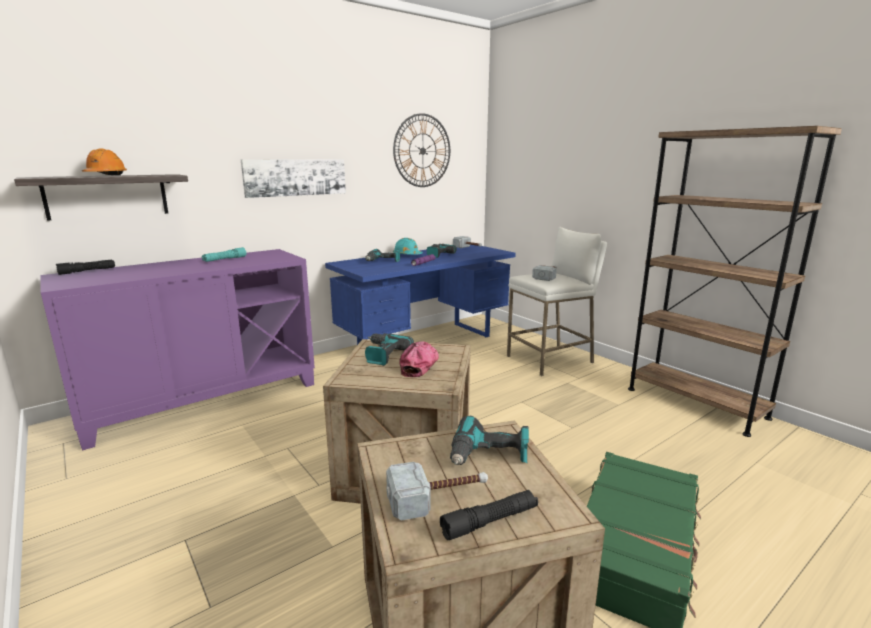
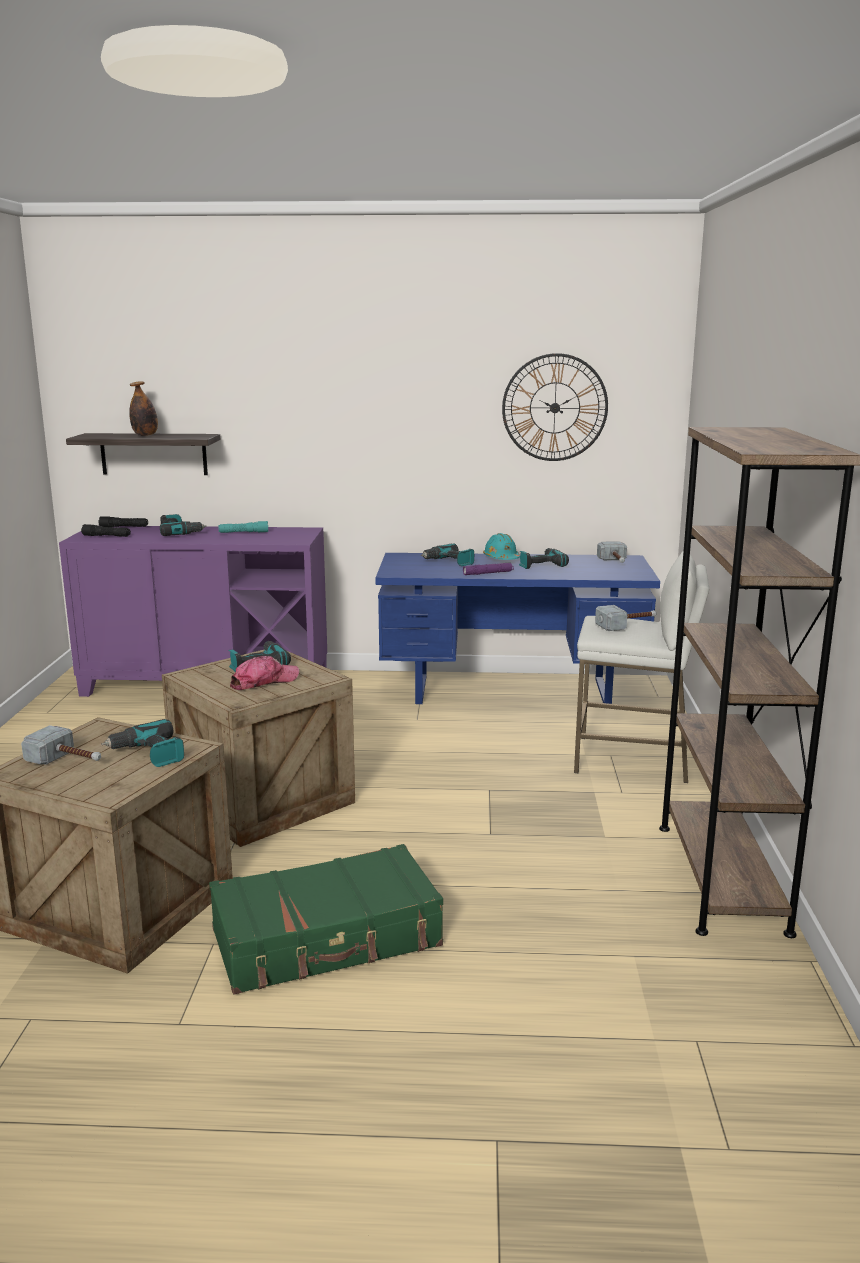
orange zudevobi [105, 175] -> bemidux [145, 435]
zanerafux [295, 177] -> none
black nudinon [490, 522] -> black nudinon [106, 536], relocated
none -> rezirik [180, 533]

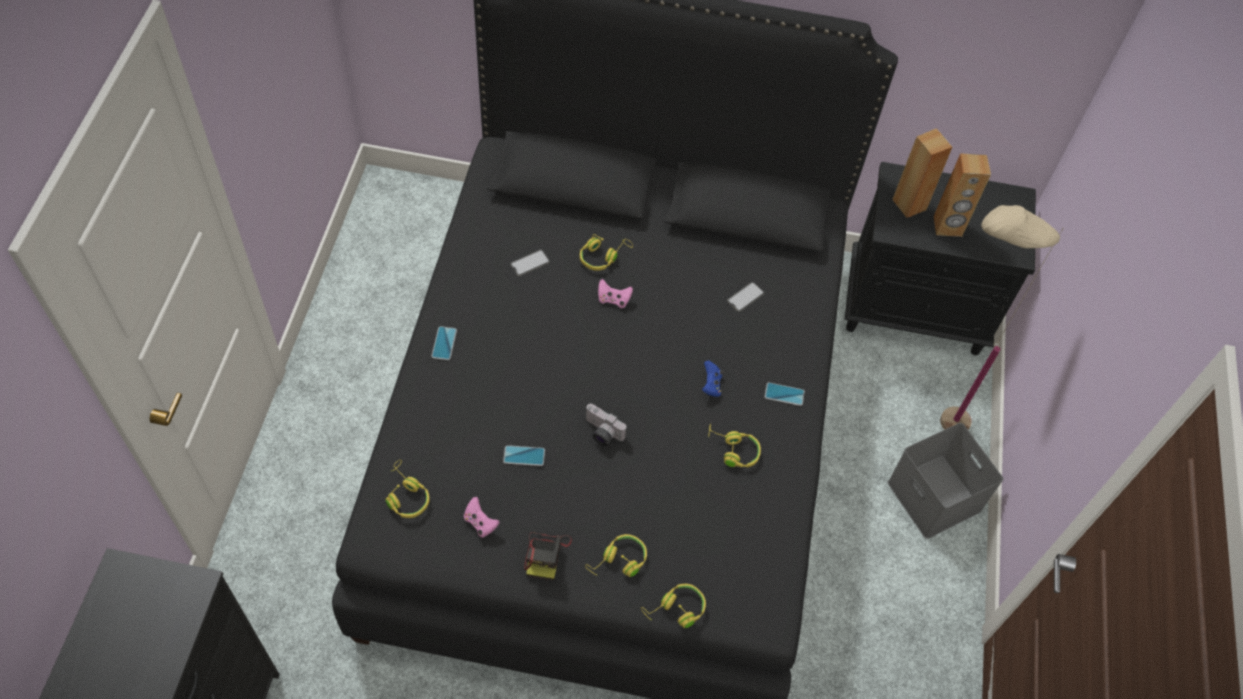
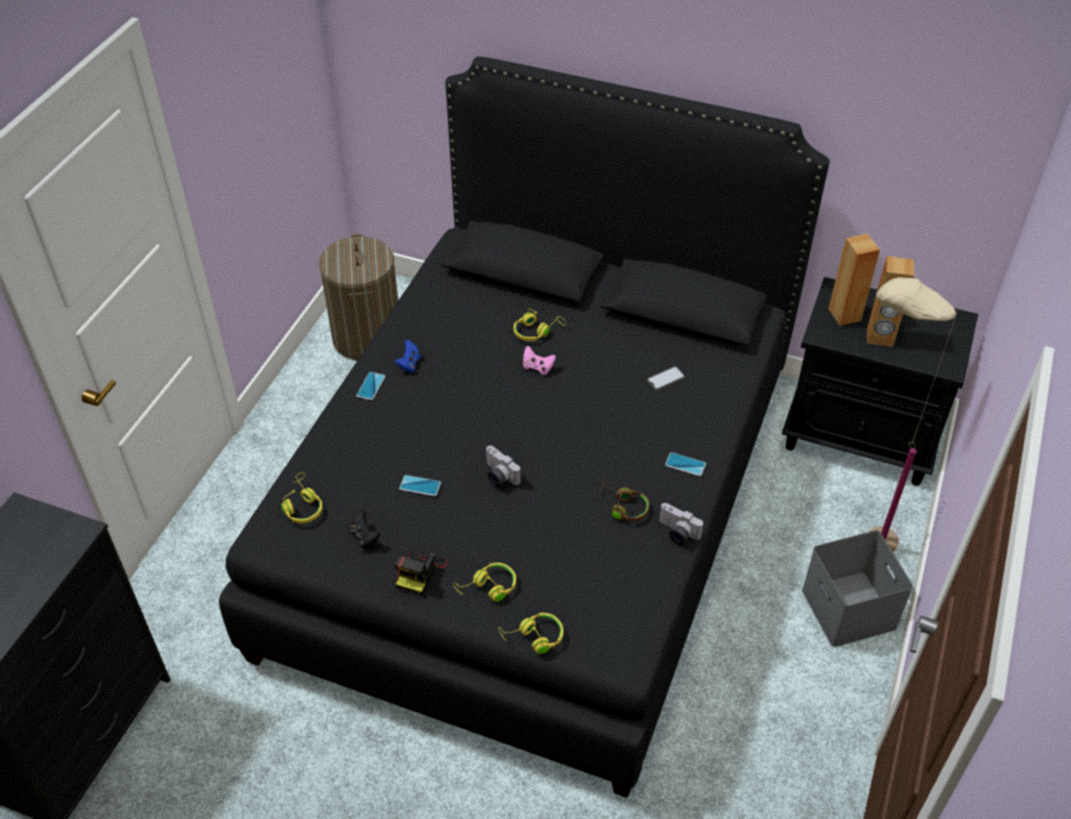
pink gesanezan [480, 523] -> black gesanezan [365, 537]
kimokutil [530, 263] -> none
blue gesanezan [711, 385] -> blue gesanezan [409, 364], relocated
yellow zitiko [733, 450] -> brown zitiko [623, 506]
none -> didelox [367, 337]
none -> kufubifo [676, 533]

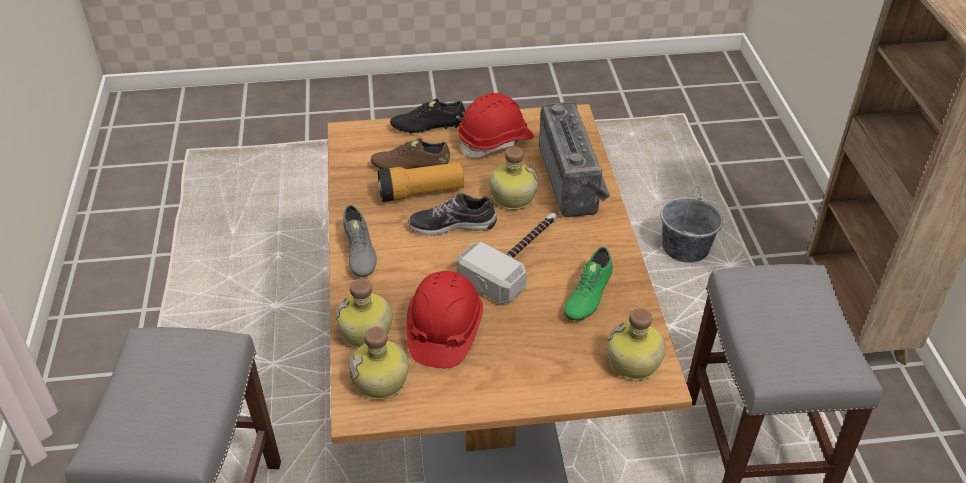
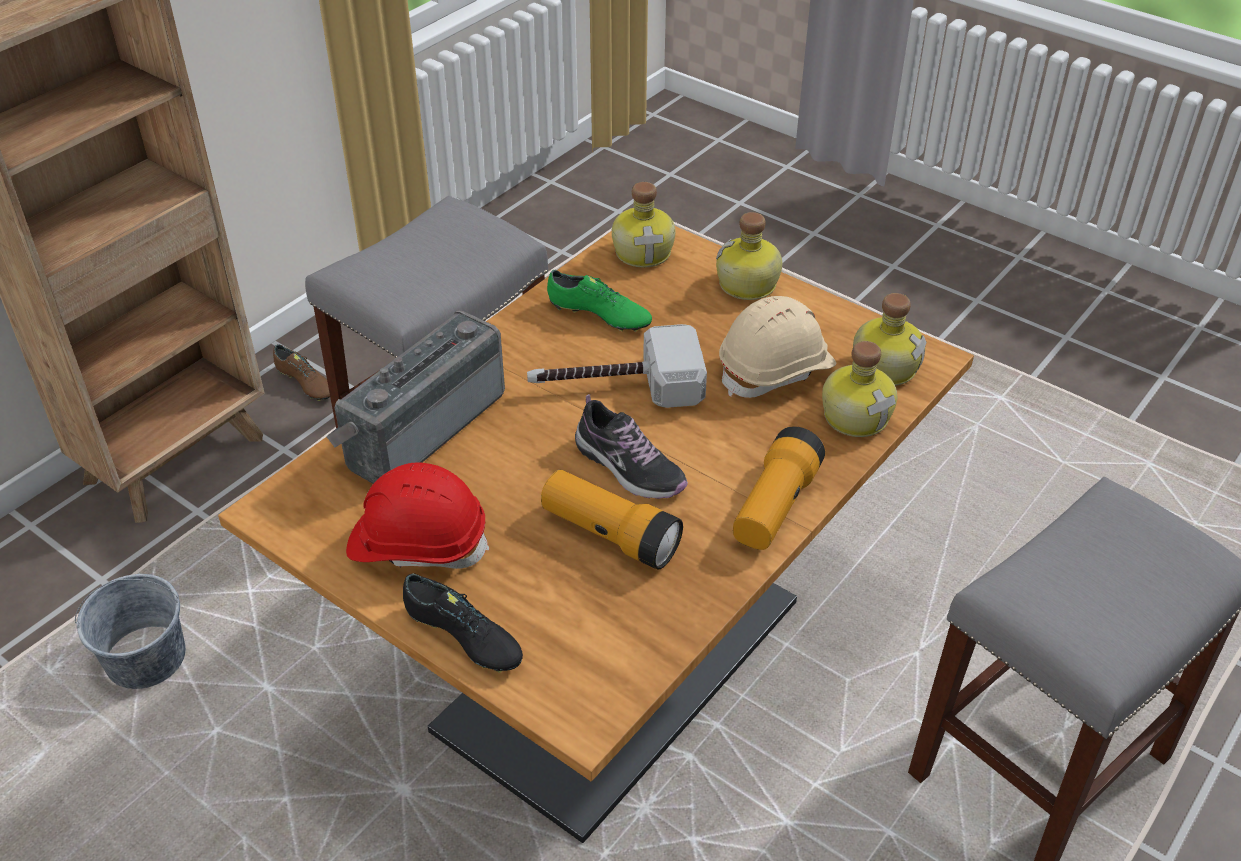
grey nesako [359, 252] -> nudinon [775, 507]
brown nesako [410, 166] -> brown nesako [305, 384], relocated
red zudevobi [444, 331] -> beige zudevobi [776, 370]
bemidux [511, 197] -> bemidux [748, 285], relocated
green nesako [588, 295] -> green nesako [599, 316], 45 degrees clockwise

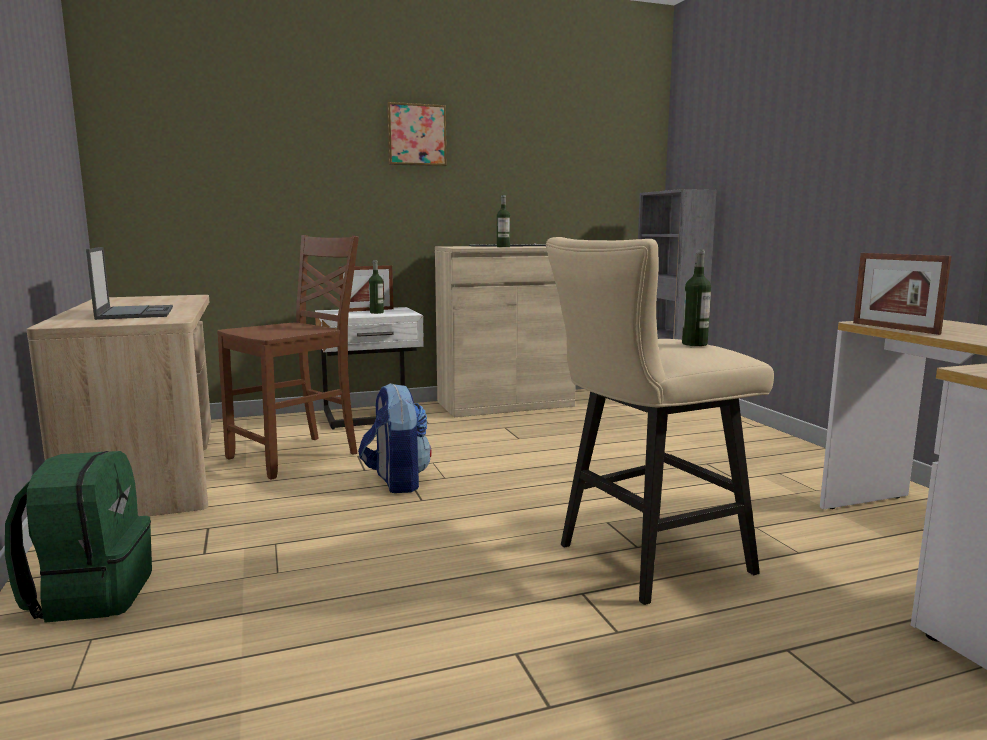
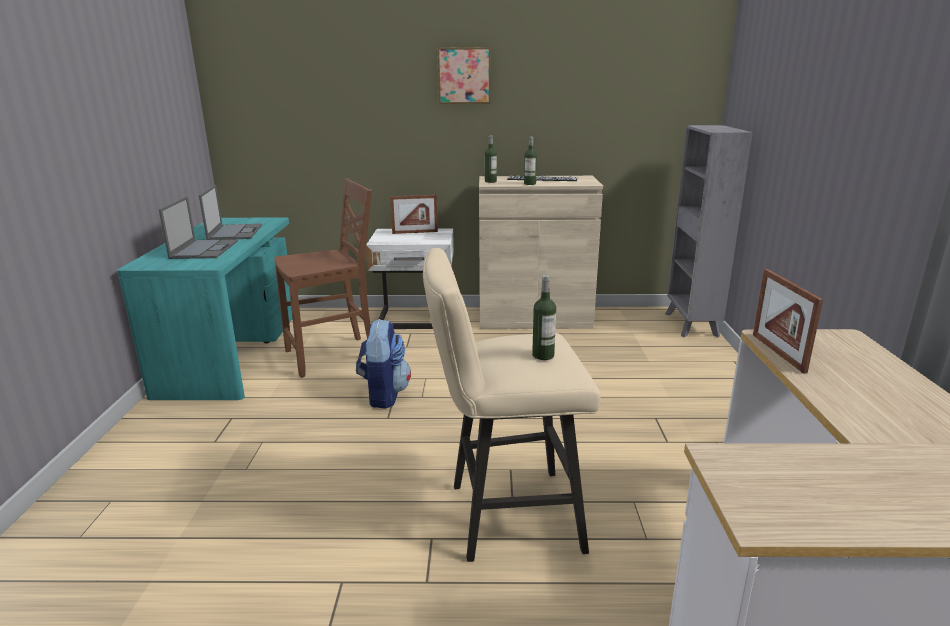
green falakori [91, 595] -> none
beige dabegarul [151, 469] -> turquoise dabegarul [233, 354]
bemidux [376, 312] -> bemidux [490, 181], relocated
none -> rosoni [235, 232]

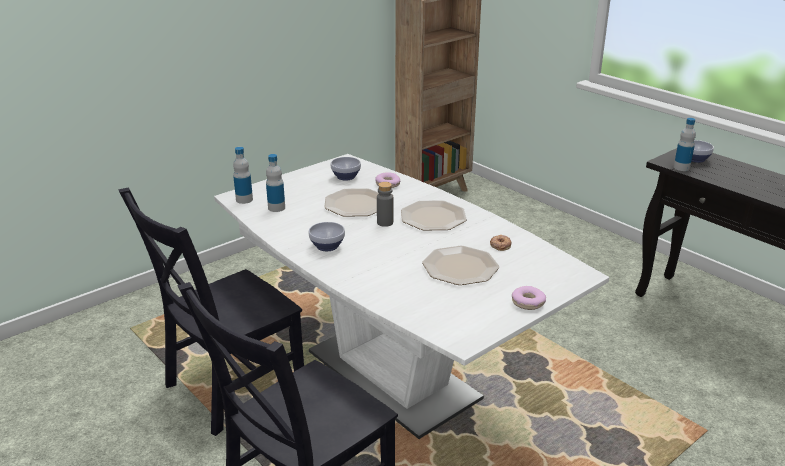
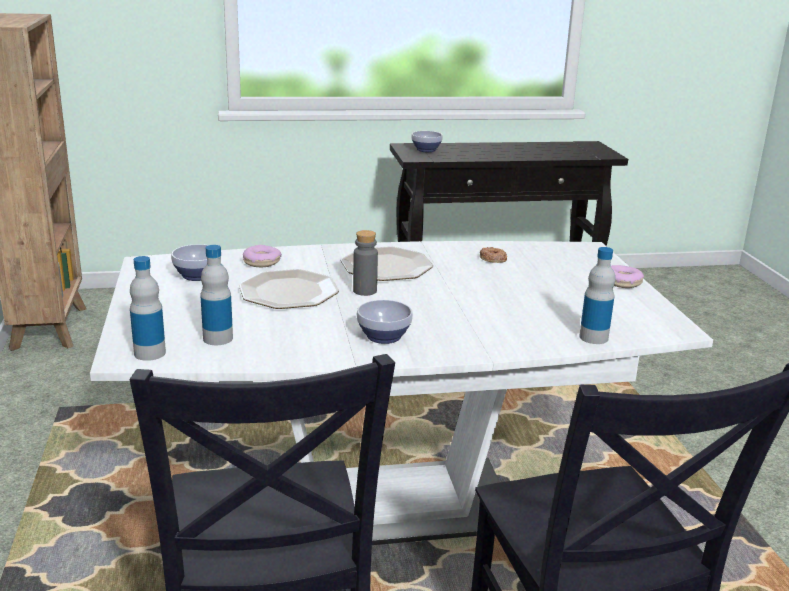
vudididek [461, 267] -> none
bemidux [681, 168] -> bemidux [593, 337], relocated

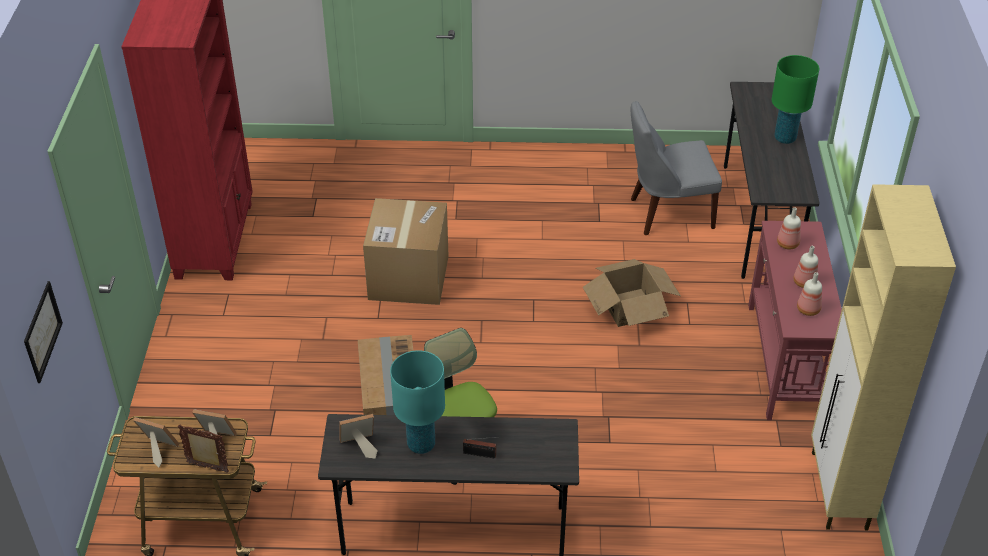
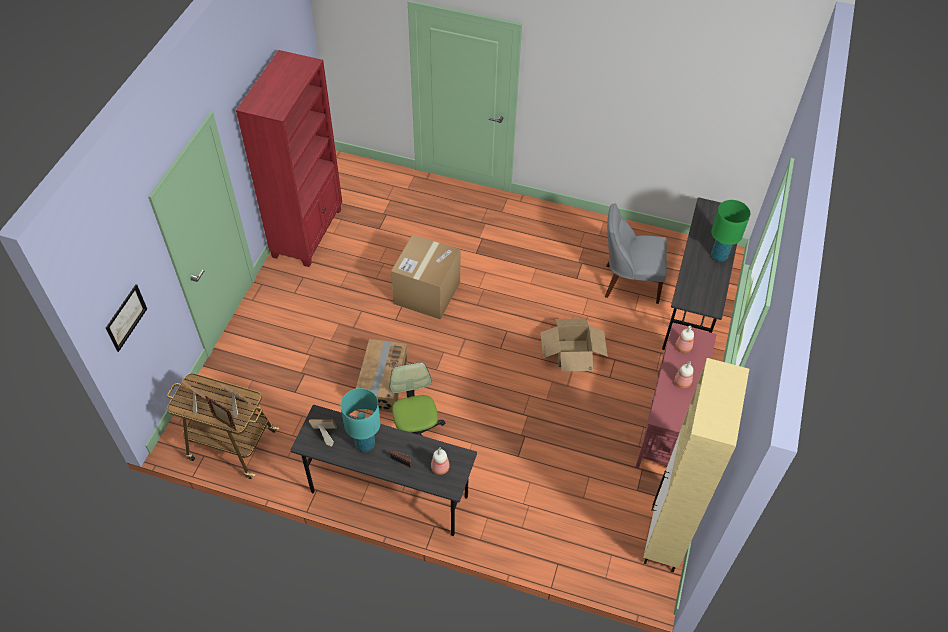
bemidux [809, 310] -> bemidux [440, 468], relocated

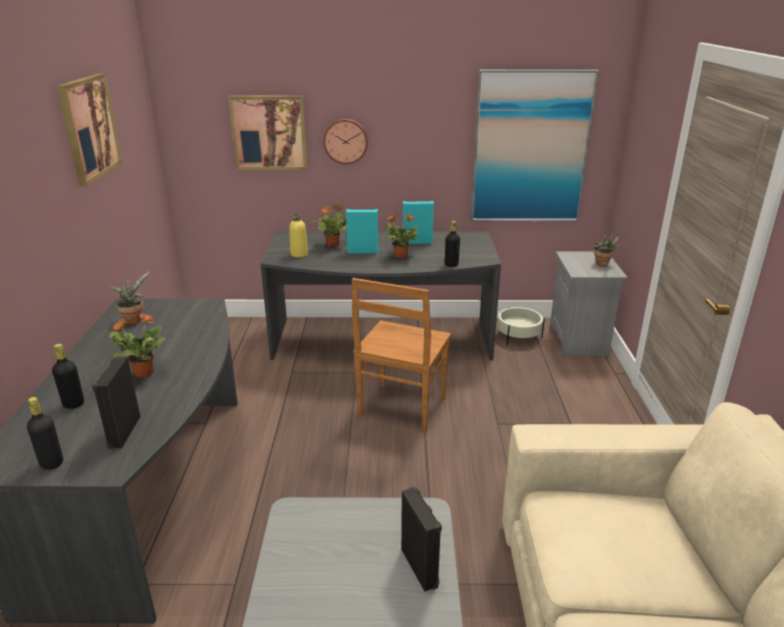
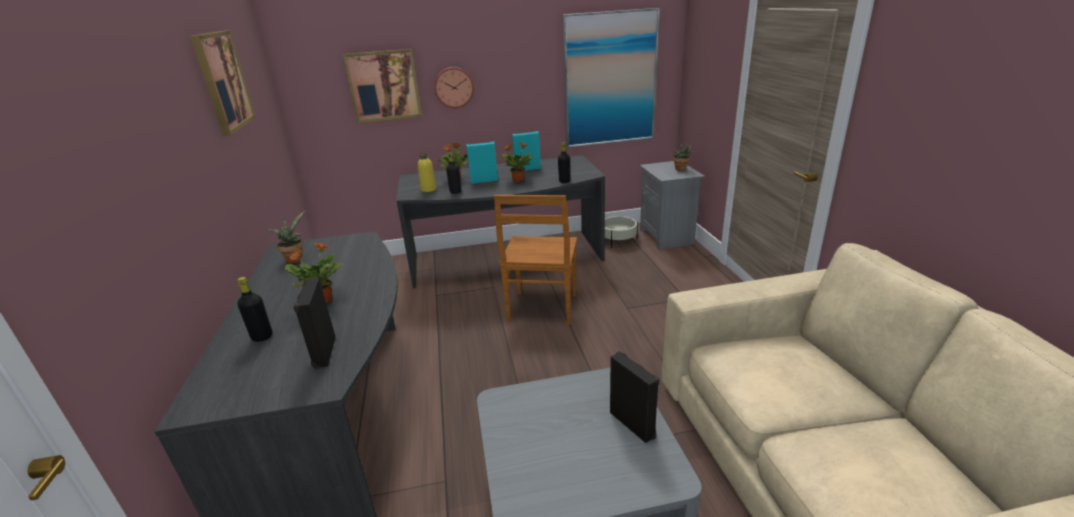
black bemidux [52, 463] -> black bemidux [455, 192], relocated

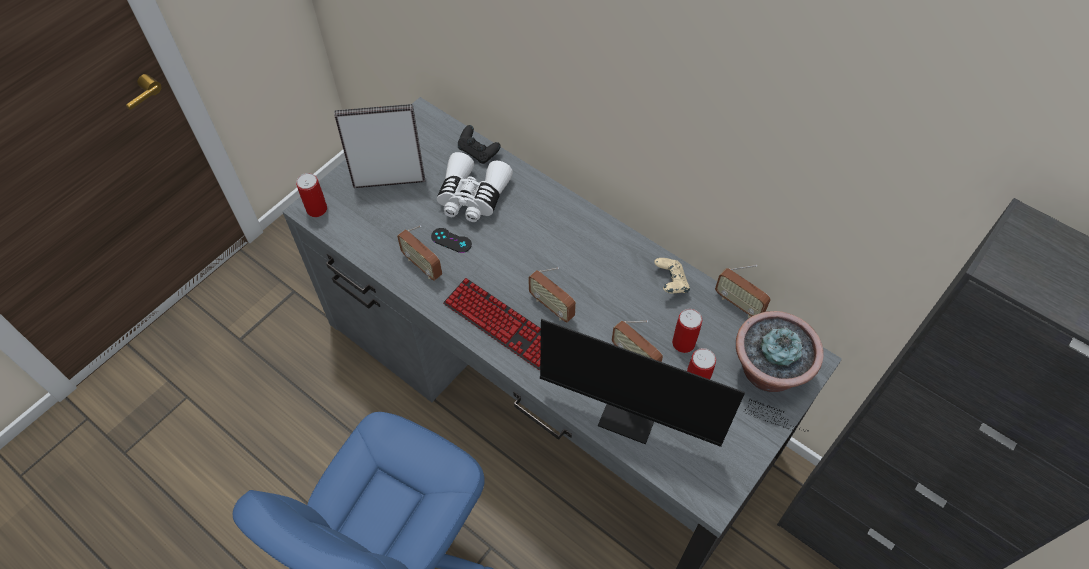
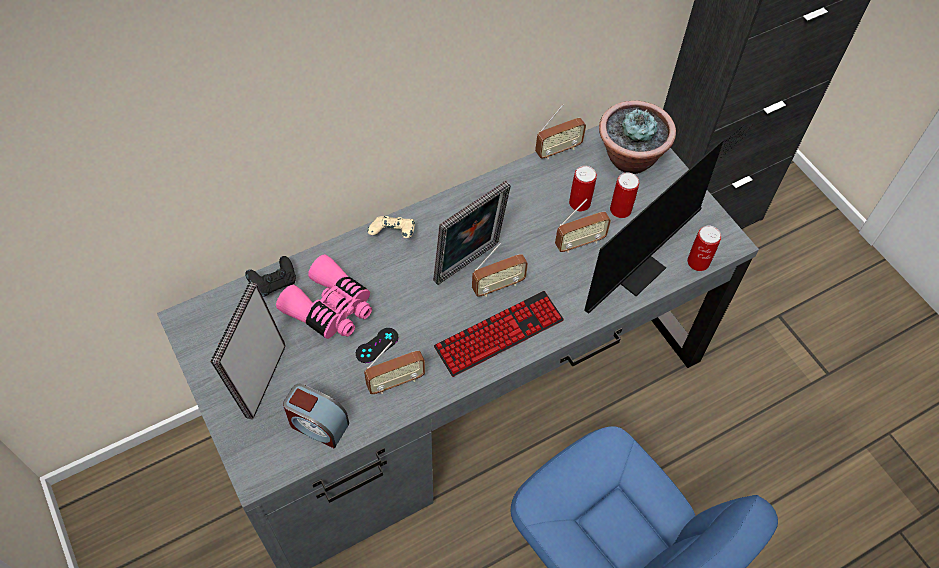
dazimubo [317, 209] -> dazimubo [698, 262], relocated
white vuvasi [472, 197] -> pink vuvasi [330, 308]
beige gesanezan [670, 283] -> beige gesanezan [393, 234], relocated
none -> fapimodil [318, 425]
none -> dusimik [469, 265]

